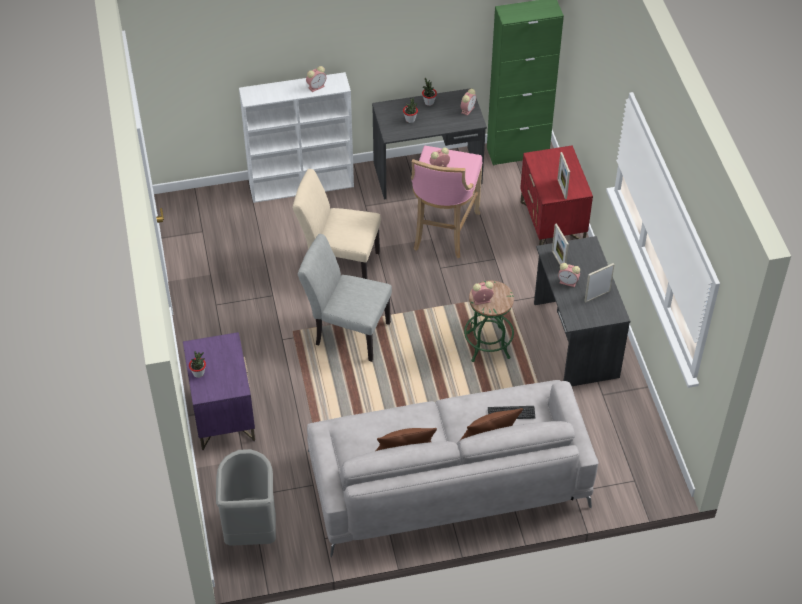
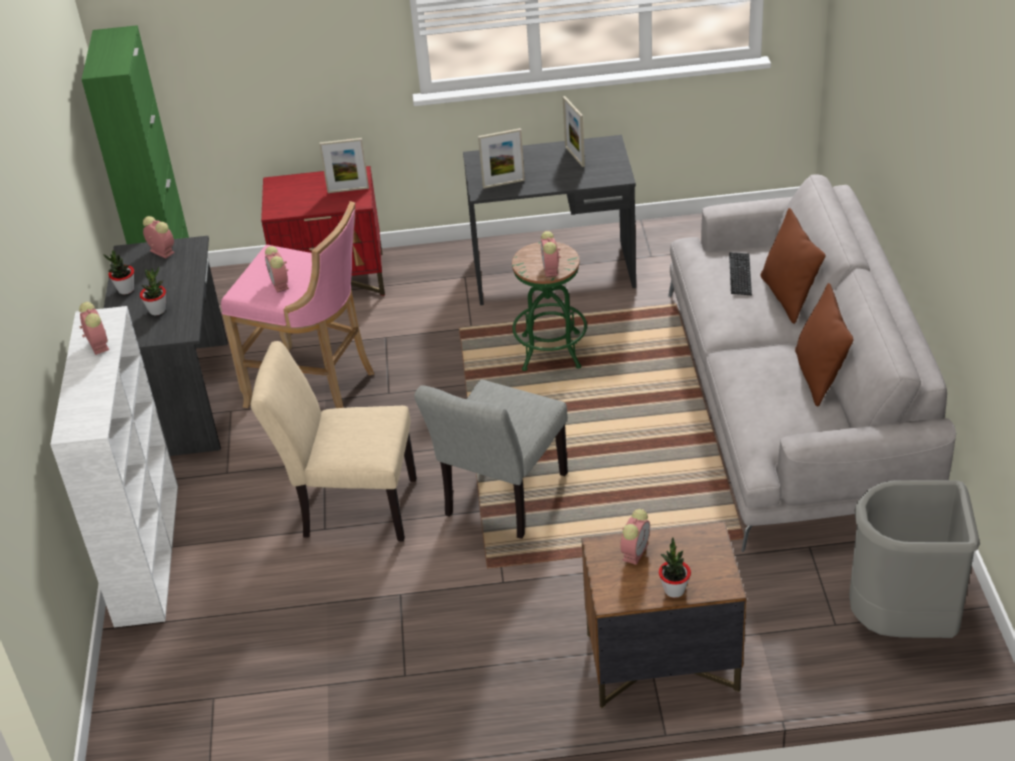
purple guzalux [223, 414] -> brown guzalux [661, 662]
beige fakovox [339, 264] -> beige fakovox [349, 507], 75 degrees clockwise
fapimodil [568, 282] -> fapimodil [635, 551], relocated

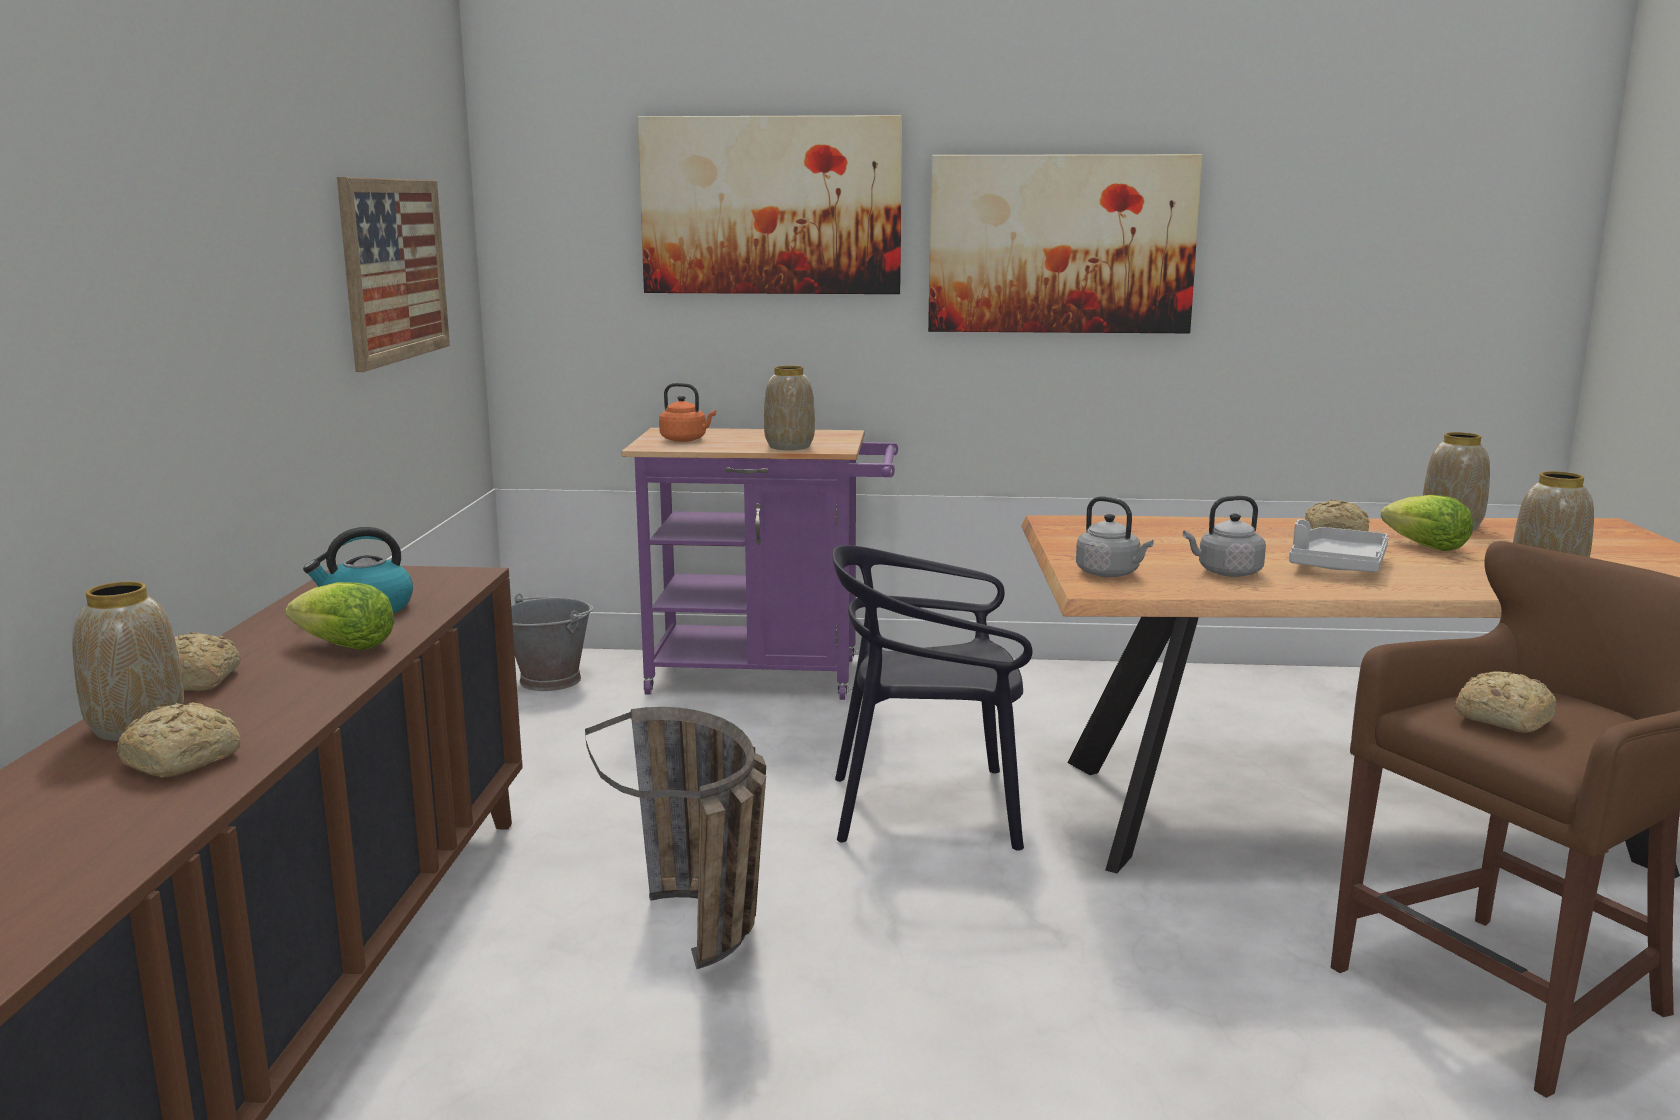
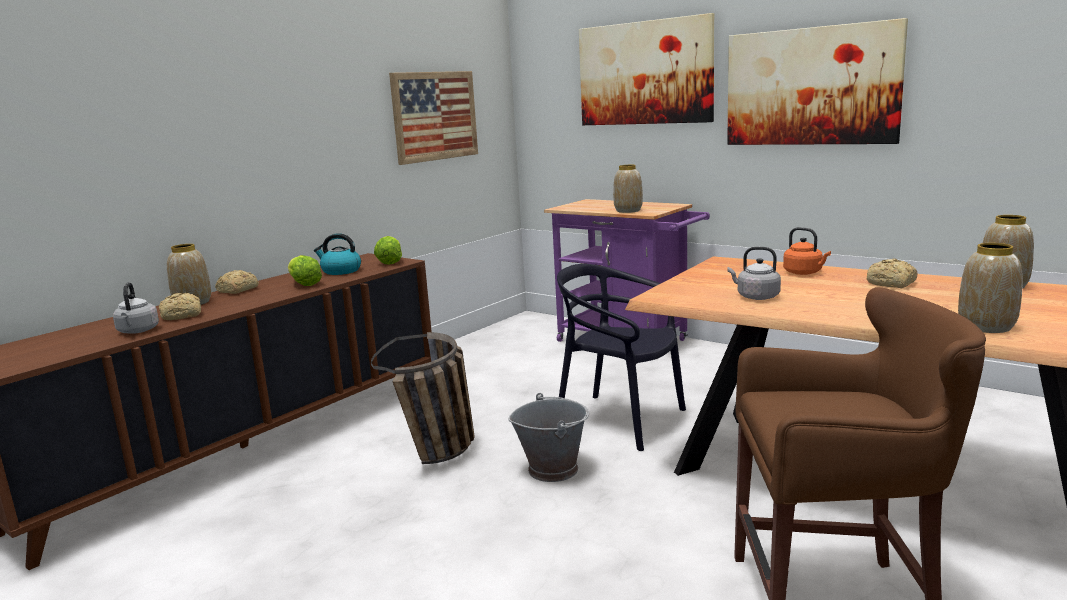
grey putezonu [550, 680] -> grey putezonu [553, 469], relocated
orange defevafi [686, 440] -> orange defevafi [804, 273], relocated
grey defevafi [1110, 574] -> grey defevafi [138, 331], relocated
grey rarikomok [1337, 565] -> none
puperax [1426, 547] -> puperax [390, 262], relocated
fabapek [1501, 718] -> none

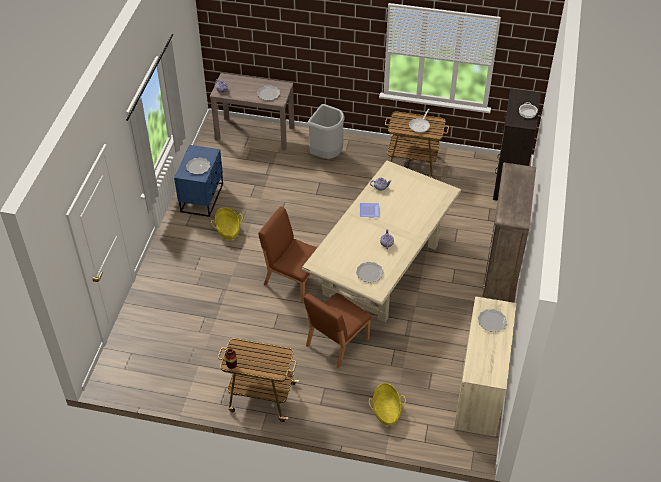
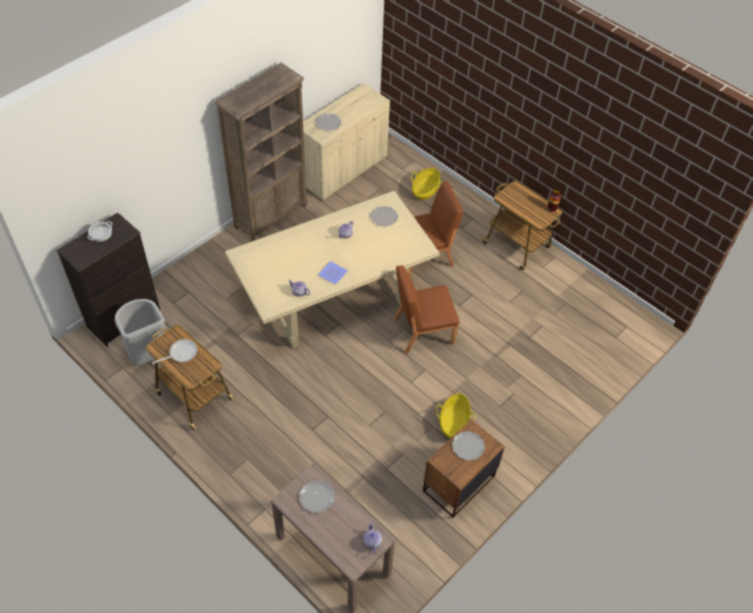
blue guzalux [202, 198] -> brown guzalux [458, 483]
brown fakovox [293, 279] -> brown fakovox [422, 331], 105 degrees clockwise
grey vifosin [327, 155] -> grey vifosin [149, 354], relocated

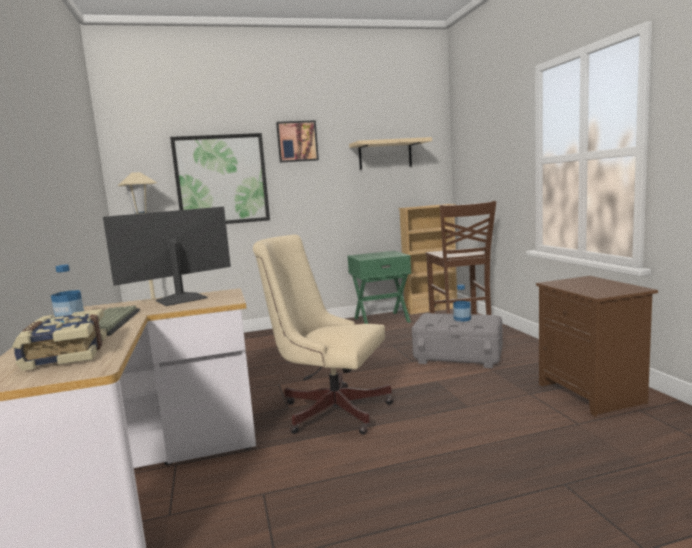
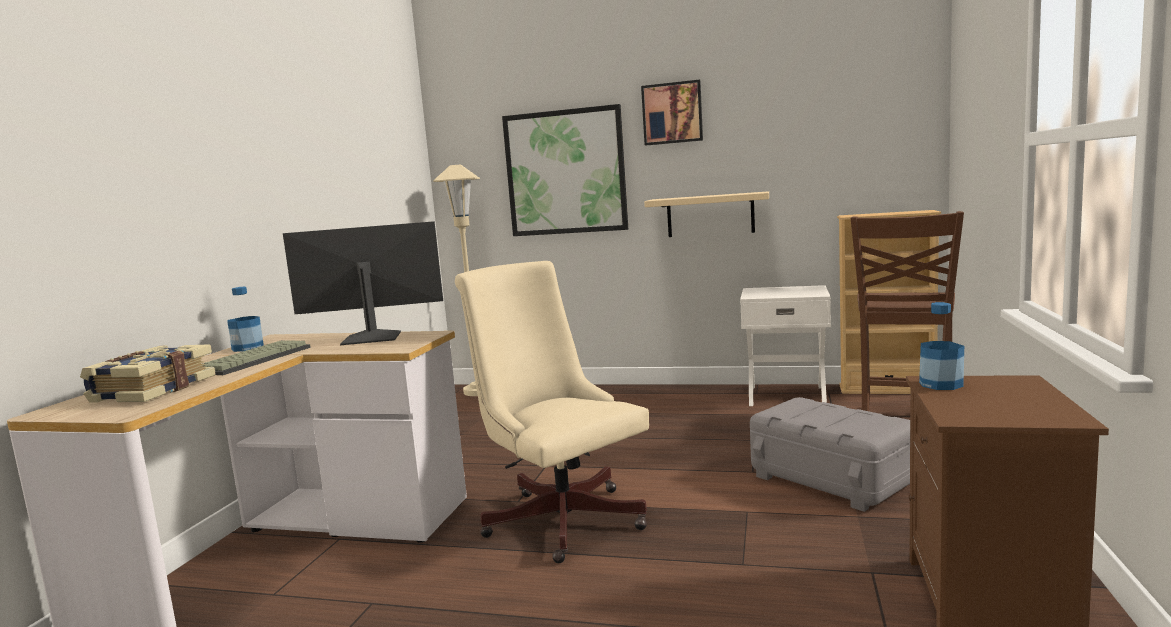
green guzalux [381, 320] -> white guzalux [786, 395]
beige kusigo [385, 155] -> beige kusigo [710, 215], relocated
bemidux [462, 319] -> bemidux [940, 384], relocated

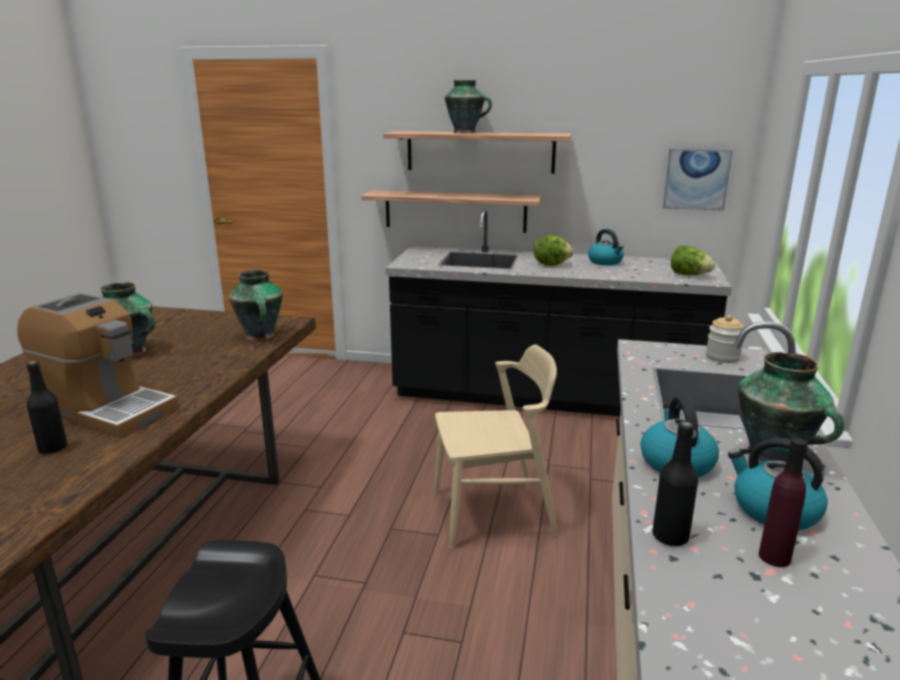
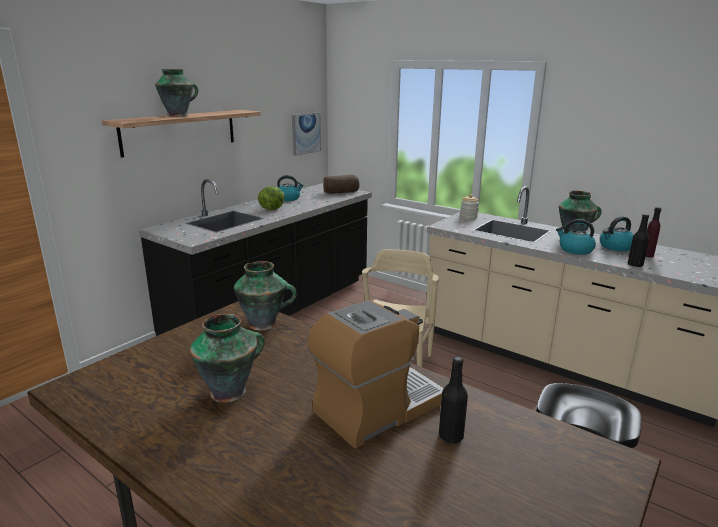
kusigo [455, 211] -> none
puperax [689, 275] -> fabapek [341, 192]

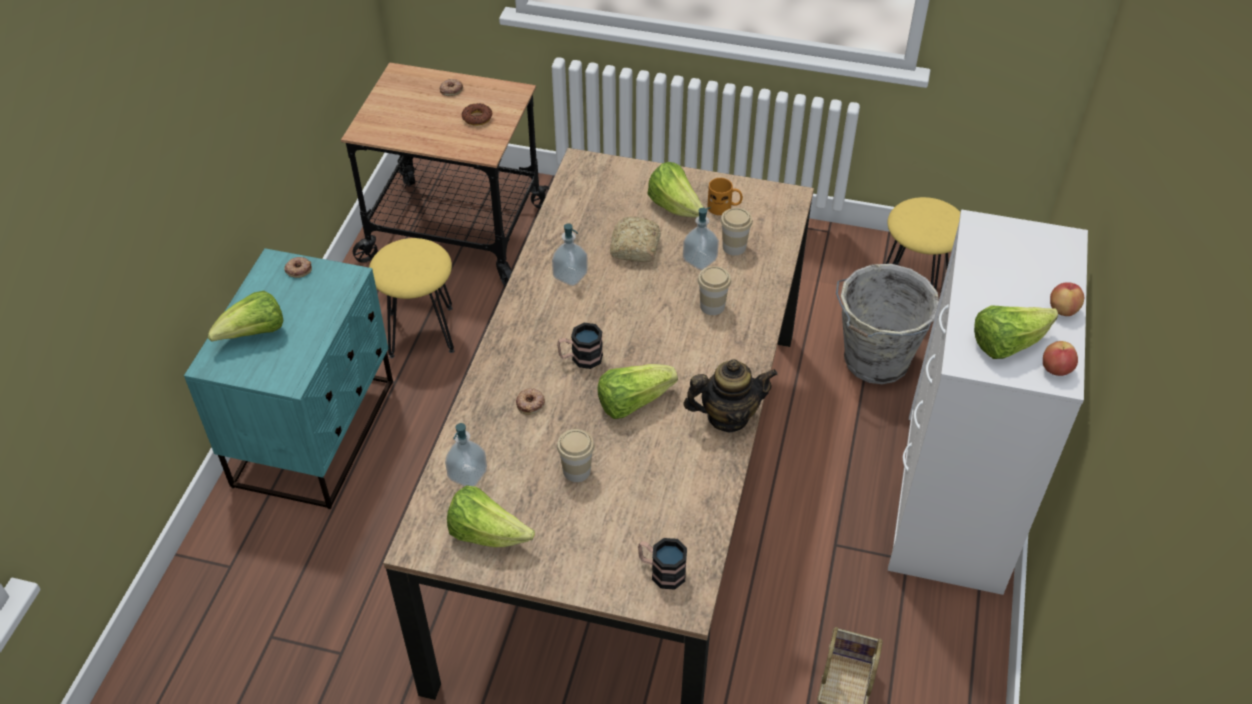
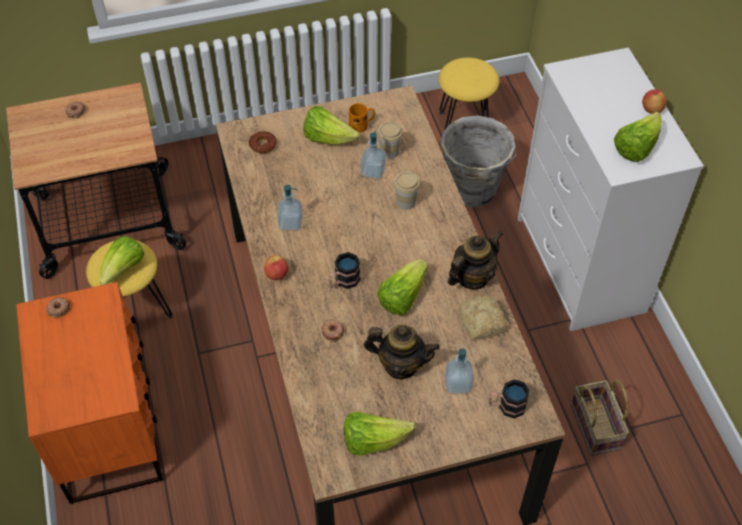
turquoise guzalux [317, 433] -> orange guzalux [109, 428]
puperax [254, 334] -> puperax [124, 270], relocated
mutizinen [467, 474] -> mutizinen [458, 384], relocated
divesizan [477, 117] -> divesizan [262, 145], relocated
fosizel [576, 471] -> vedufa [400, 365]
fabapek [634, 248] -> fabapek [481, 324], relocated
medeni [1056, 369] -> medeni [277, 274], relocated

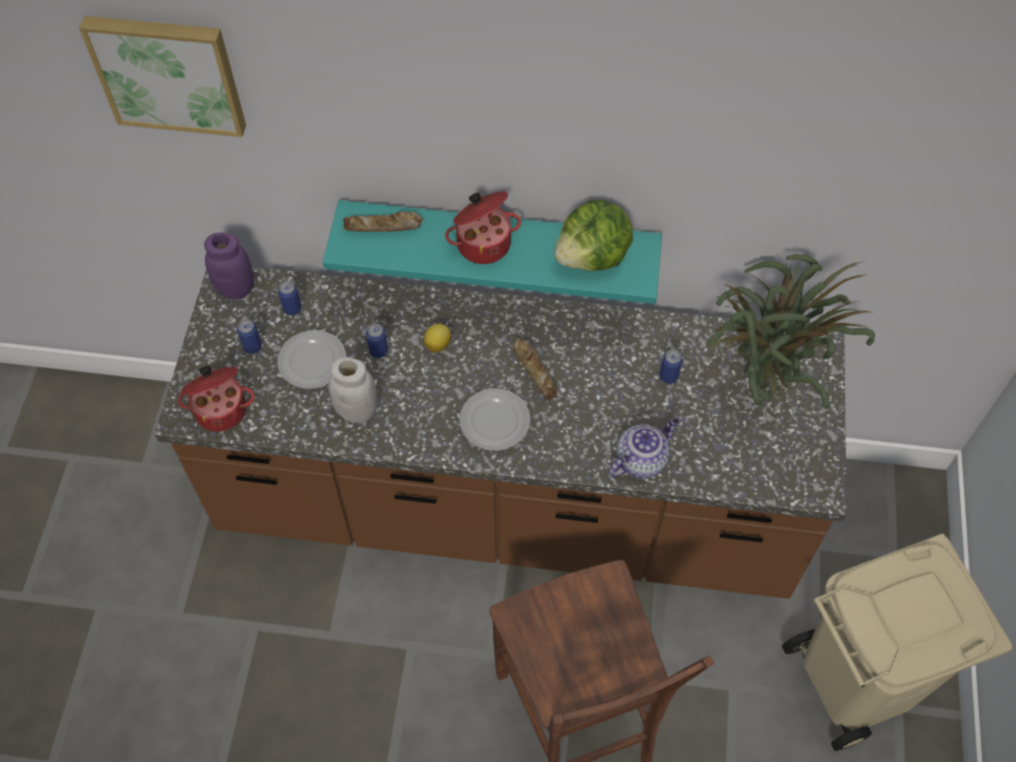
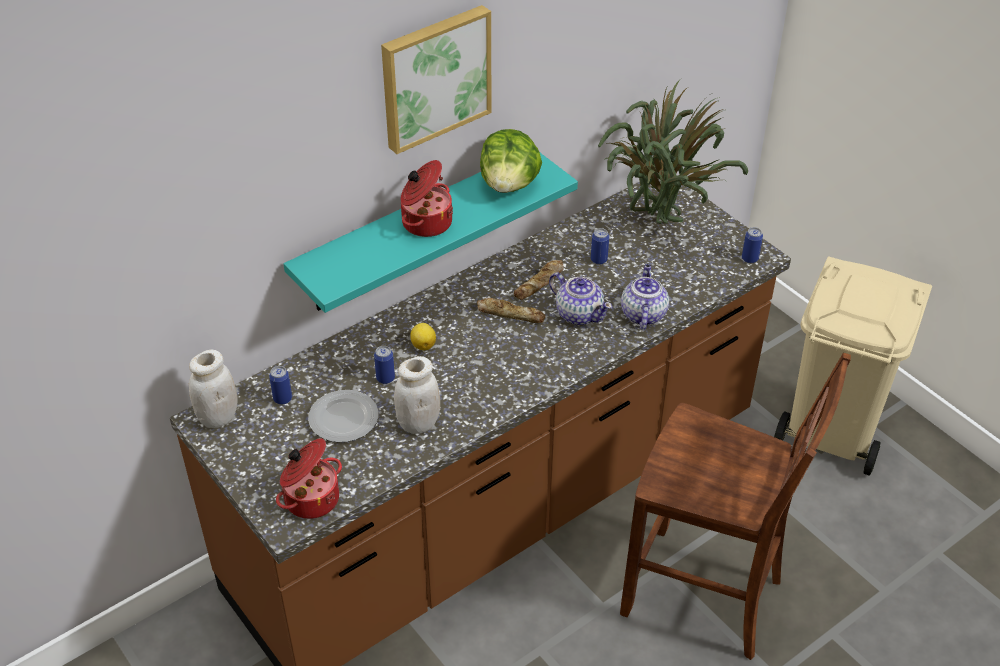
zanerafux [168, 72] -> zanerafux [434, 77], relocated
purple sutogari [236, 289] -> white sutogari [218, 417]
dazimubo [252, 347] -> dazimubo [749, 258], relocated
fabapek [383, 226] -> fabapek [540, 283], relocated
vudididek [494, 421] -> none
none -> vedufa [579, 313]

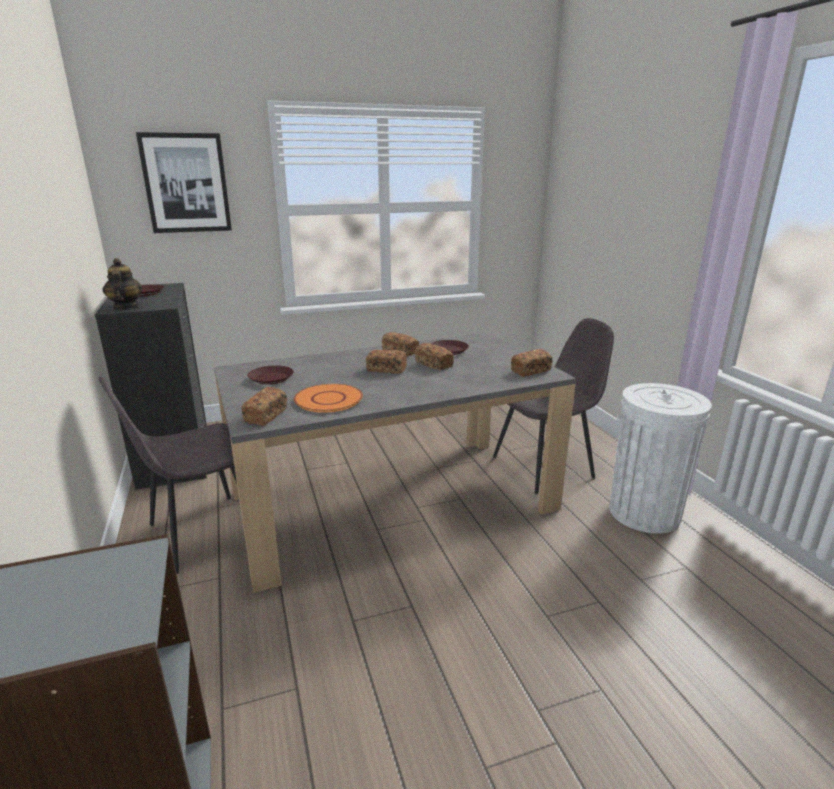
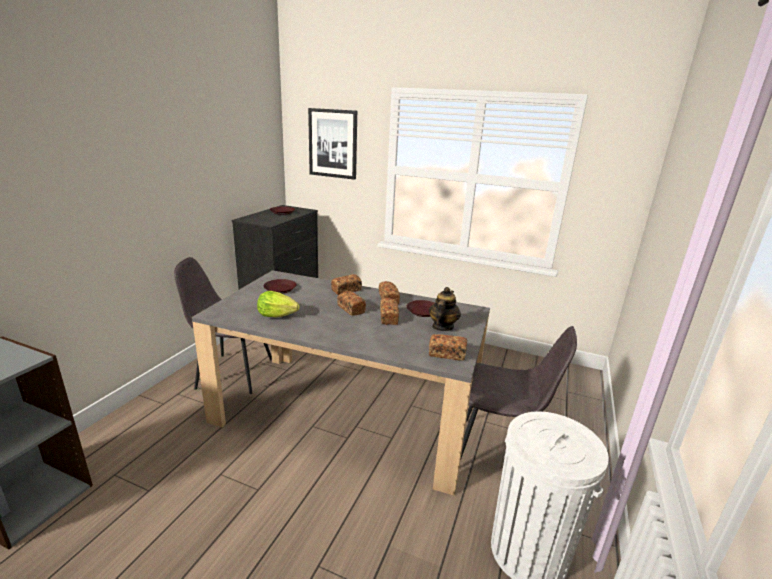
vedufa [126, 307] -> vedufa [442, 327], relocated
fabapek [266, 416] -> fabapek [346, 290], relocated
orange vudididek [328, 399] -> puperax [276, 315]

